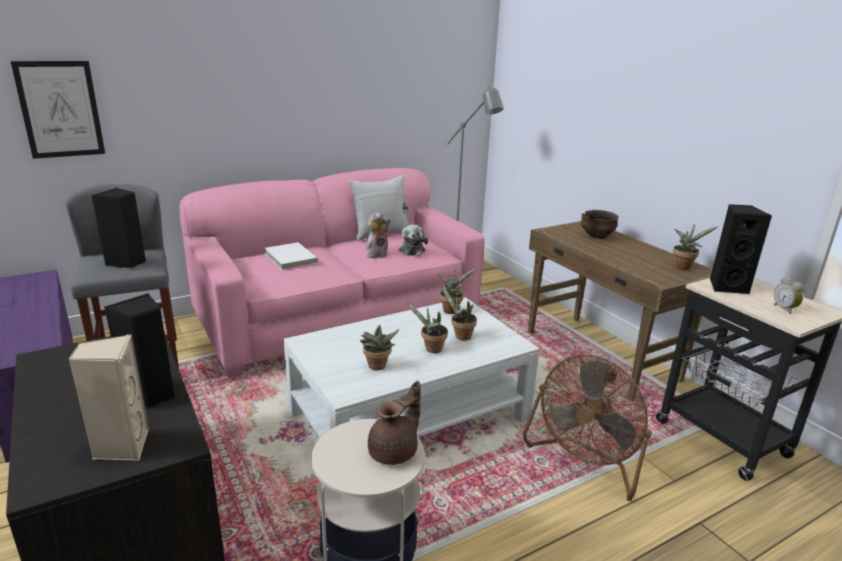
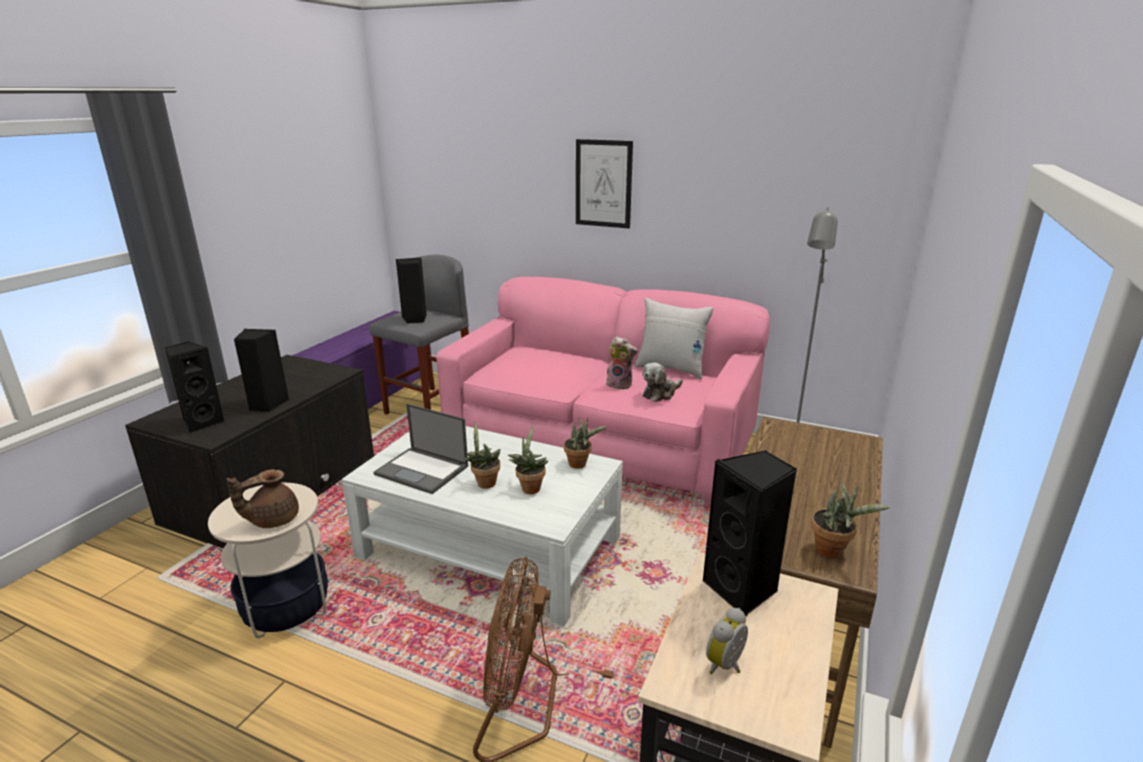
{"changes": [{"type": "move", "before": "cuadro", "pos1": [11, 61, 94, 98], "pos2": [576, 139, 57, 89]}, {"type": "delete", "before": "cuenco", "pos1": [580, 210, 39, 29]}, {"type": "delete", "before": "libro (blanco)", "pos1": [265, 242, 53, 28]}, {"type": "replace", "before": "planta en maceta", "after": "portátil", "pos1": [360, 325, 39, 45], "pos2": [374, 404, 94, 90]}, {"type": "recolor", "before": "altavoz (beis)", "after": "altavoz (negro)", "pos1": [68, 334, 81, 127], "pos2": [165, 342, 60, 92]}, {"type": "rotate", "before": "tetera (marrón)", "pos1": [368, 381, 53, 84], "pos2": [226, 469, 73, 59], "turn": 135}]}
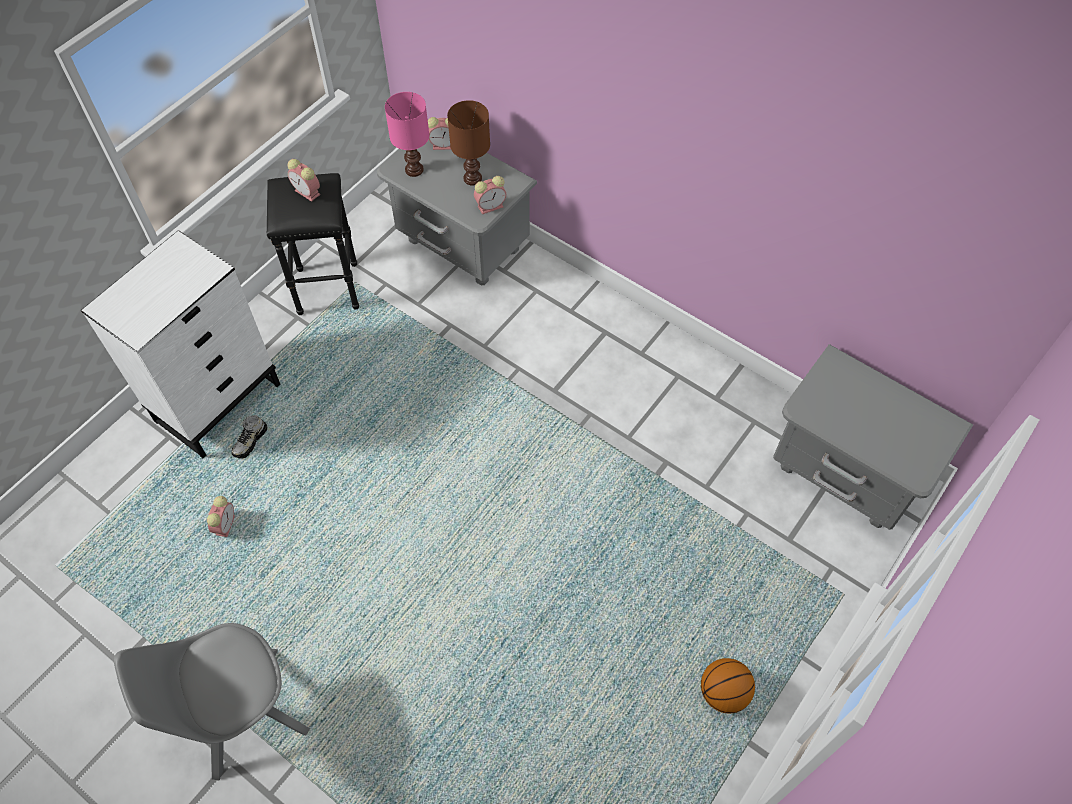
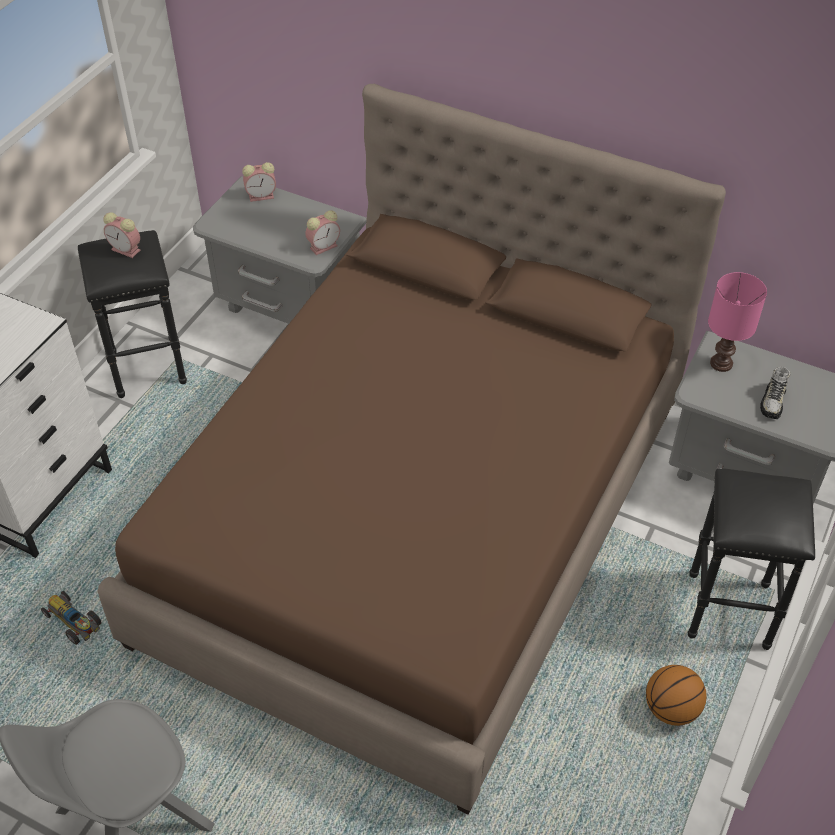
{"changes": [{"type": "move", "before": "lámpara de mesa (rosa)", "pos1": [385, 92, 44, 85], "pos2": [708, 272, 59, 100]}, {"type": "delete", "before": "lámpara de mesa (marrón)", "pos1": [447, 100, 43, 86]}, {"type": "move", "before": "zapato", "pos1": [232, 415, 36, 44], "pos2": [760, 366, 31, 53]}, {"type": "replace", "before": "despertador", "after": "coche de juguete", "pos1": [207, 496, 28, 41], "pos2": [41, 591, 61, 54]}, {"type": "insert", "after": "cama (marrón)", "pos2": [98, 83, 628, 732]}, {"type": "insert", "after": "taburete (negro)", "pos2": [688, 468, 127, 182]}]}
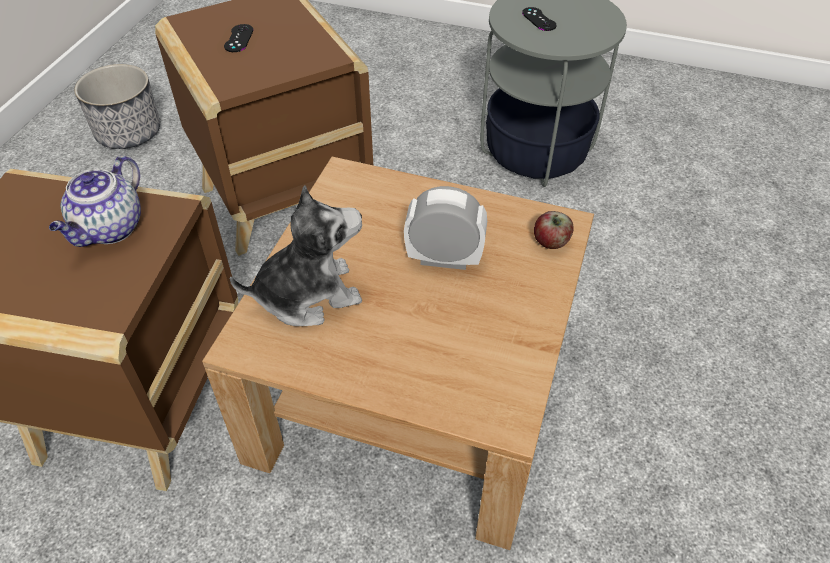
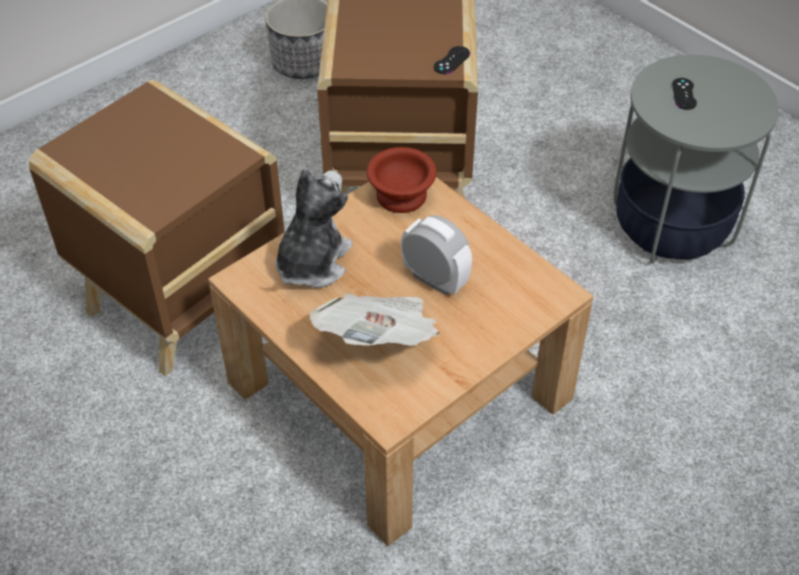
{"changes": [{"type": "move", "before": "mando de consola (negro)", "pos1": [224, 24, 29, 28], "pos2": [434, 46, 36, 28]}, {"type": "delete", "before": "tetera", "pos1": [49, 156, 92, 91]}, {"type": "rotate", "before": "peluche", "pos1": [230, 185, 132, 141], "pos2": [275, 169, 78, 119], "turn": -75}, {"type": "delete", "before": "manzana", "pos1": [534, 211, 40, 38]}, {"type": "insert", "after": "cuenco (marrón)", "pos2": [367, 147, 70, 66]}, {"type": "insert", "after": "periódico", "pos2": [309, 294, 131, 52]}]}
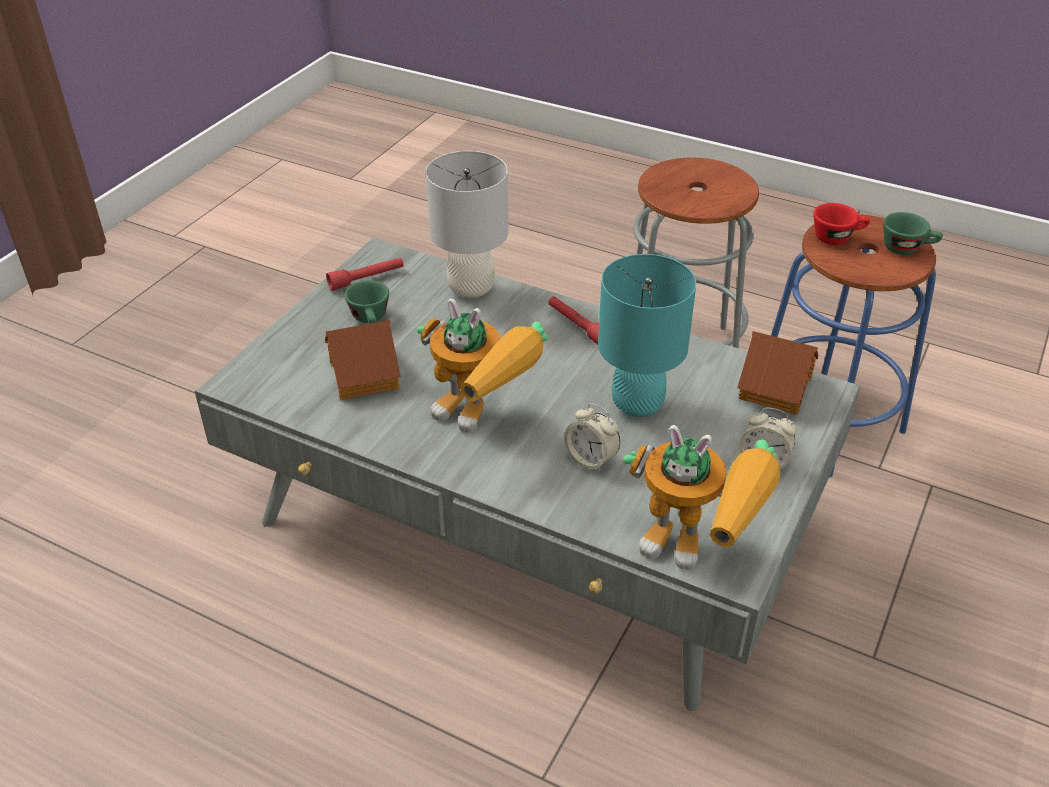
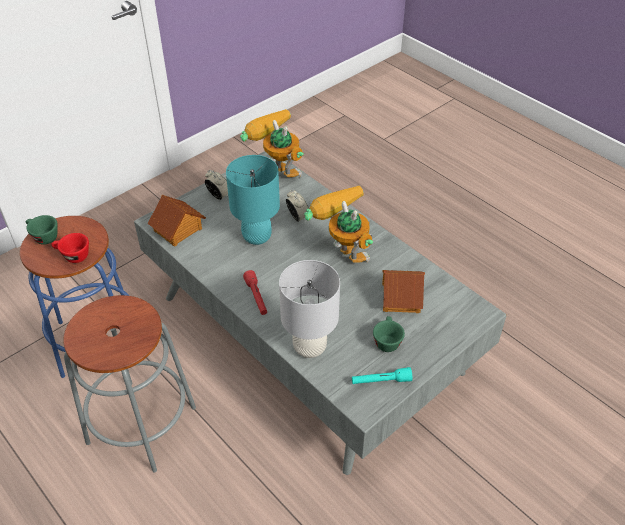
{"changes": [{"type": "recolor", "before": "linterna (rojo)", "after": "linterna (turquesa)", "pos1": [326, 257, 78, 34], "pos2": [352, 367, 60, 17]}]}
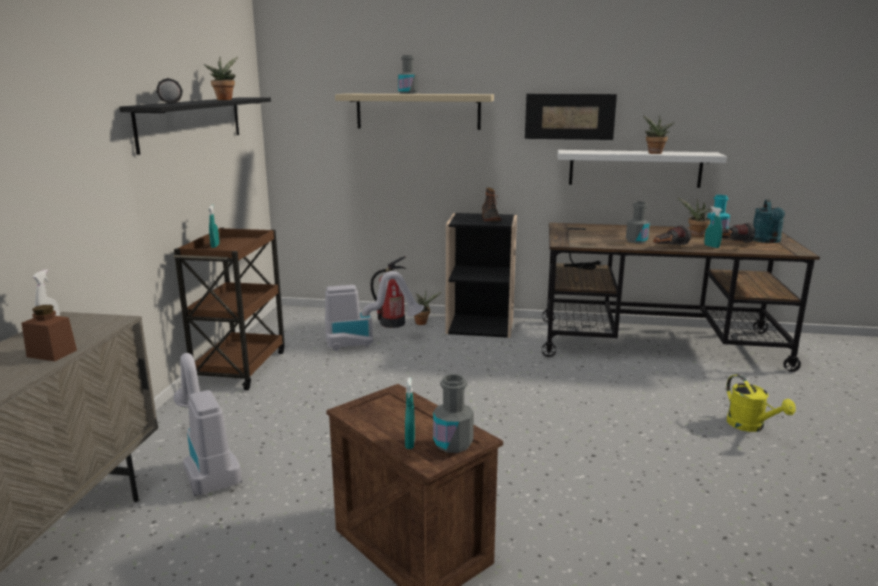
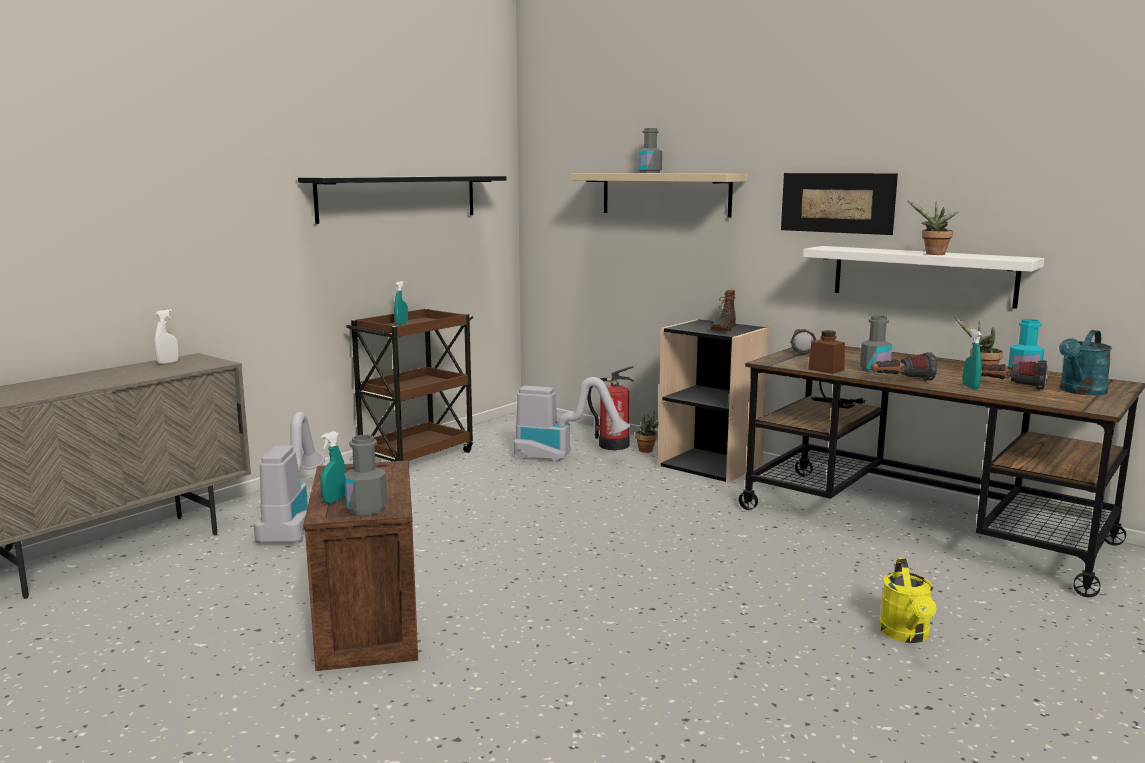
{"changes": [{"type": "delete", "before": "planta en maceta", "pos1": [203, 57, 35, 43]}, {"type": "move", "before": "linterna", "pos1": [156, 78, 27, 26], "pos2": [790, 329, 26, 26]}, {"type": "move", "before": "tarro (marrón)", "pos1": [22, 305, 55, 56], "pos2": [808, 330, 37, 44]}]}
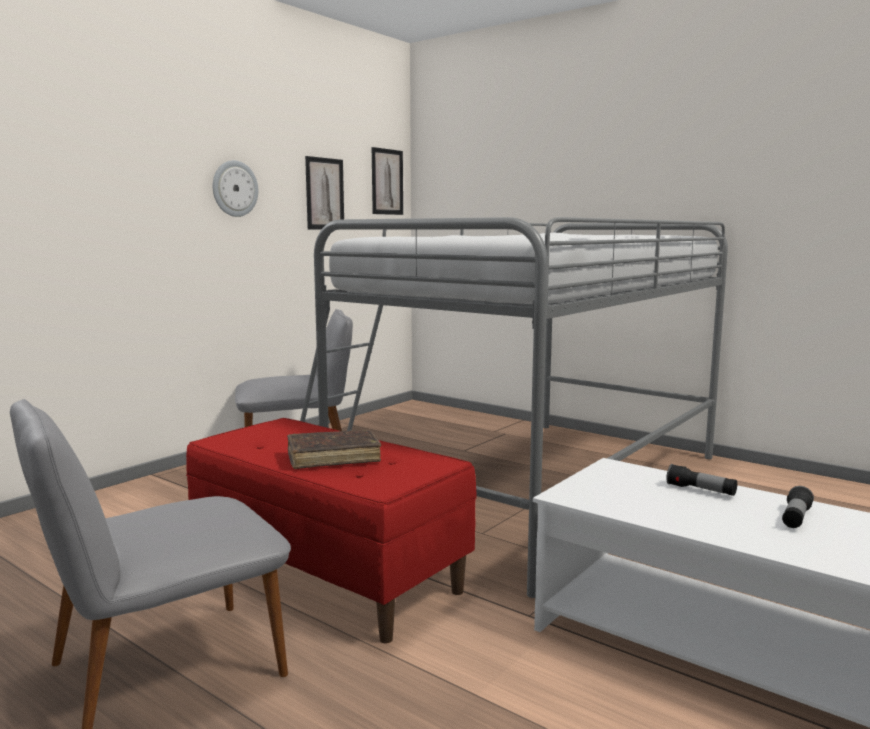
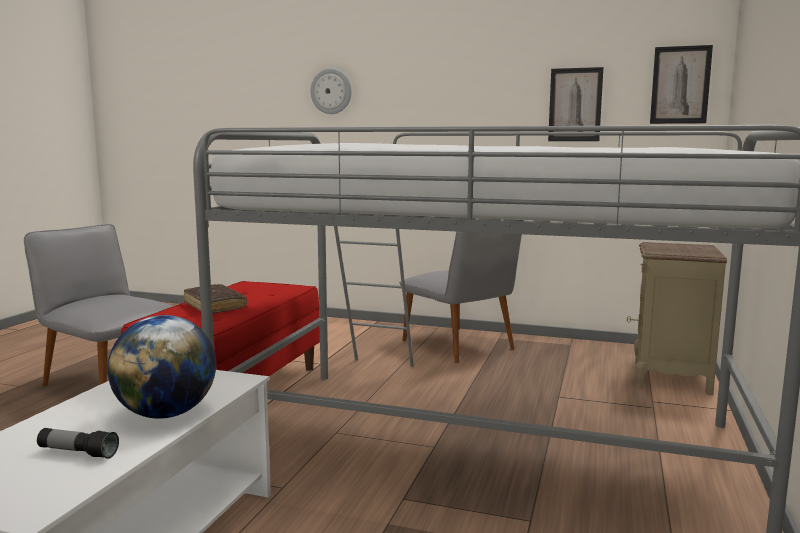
{"changes": [{"type": "move", "before": "reloj de pared", "pos1": [213, 160, 45, 57], "pos2": [311, 68, 40, 46]}, {"type": "replace", "before": "linterna", "after": "globo terráqueo", "pos1": [666, 464, 71, 32], "pos2": [107, 315, 109, 104]}, {"type": "insert", "after": "mesita de noche (beis)", "pos2": [627, 242, 100, 153]}]}
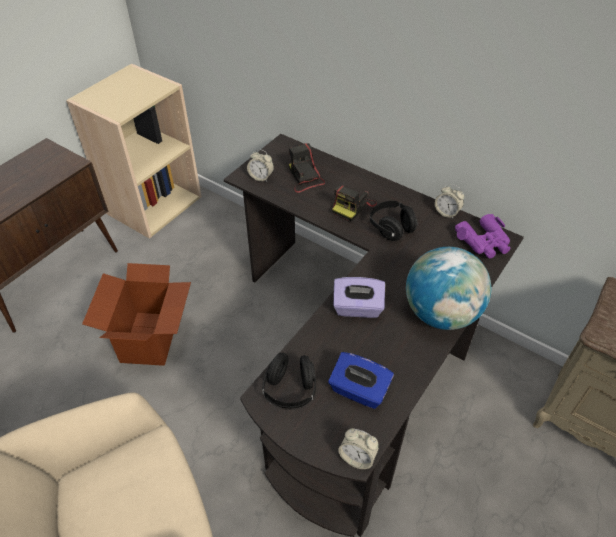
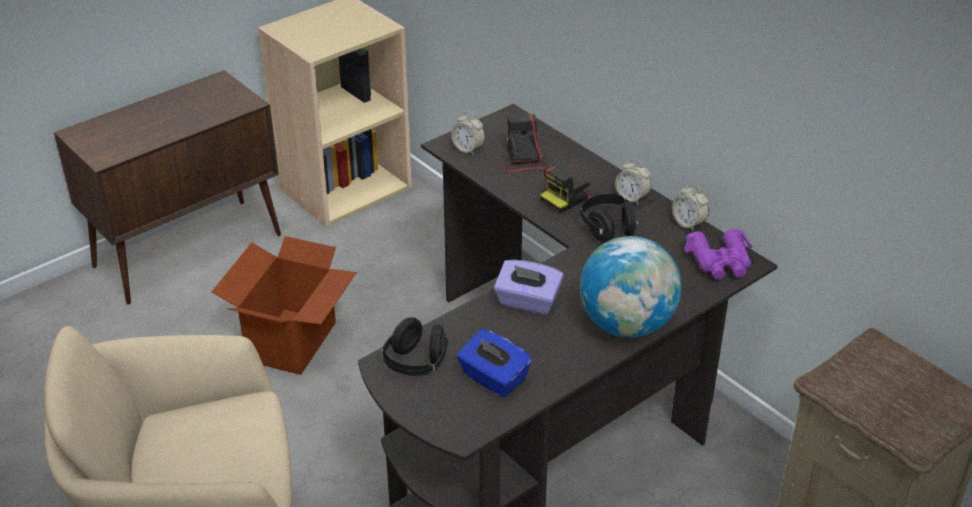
{"changes": [{"type": "move", "before": "despertador", "pos1": [338, 428, 41, 41], "pos2": [615, 159, 37, 46]}]}
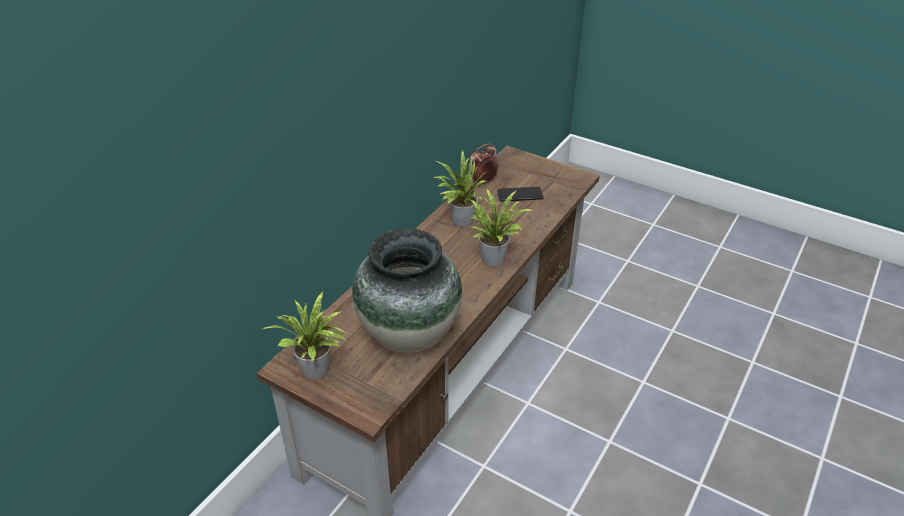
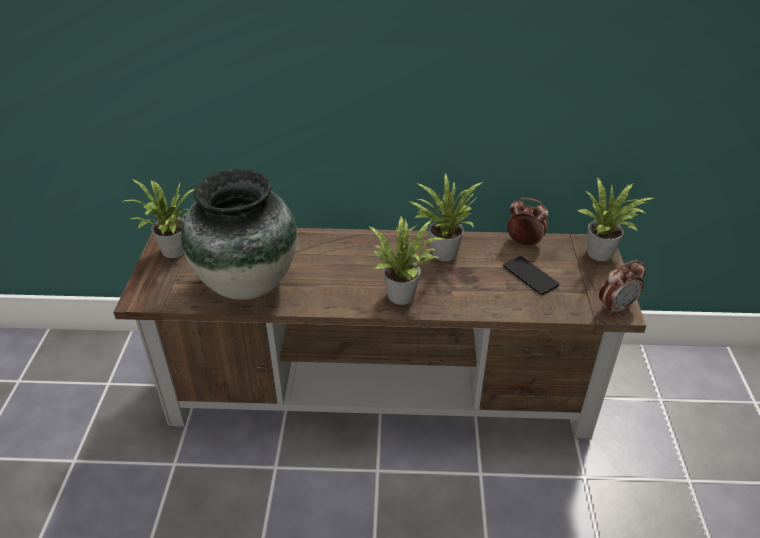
{"changes": [{"type": "insert", "after": "planta en maceta", "pos2": [578, 177, 75, 84]}, {"type": "insert", "after": "despertador", "pos2": [599, 260, 47, 55]}]}
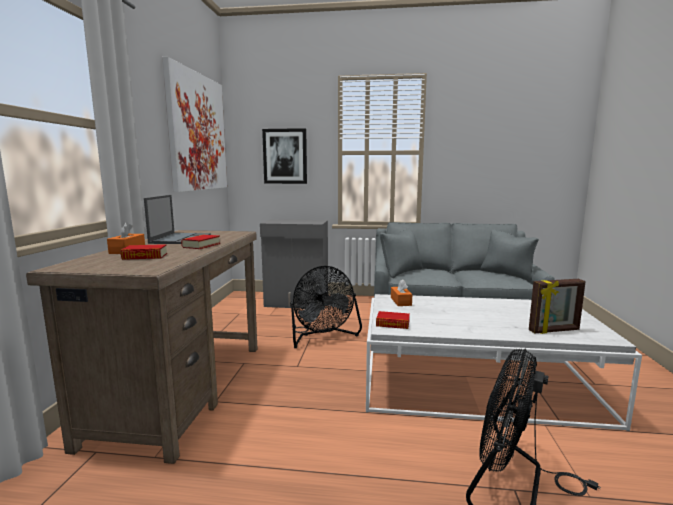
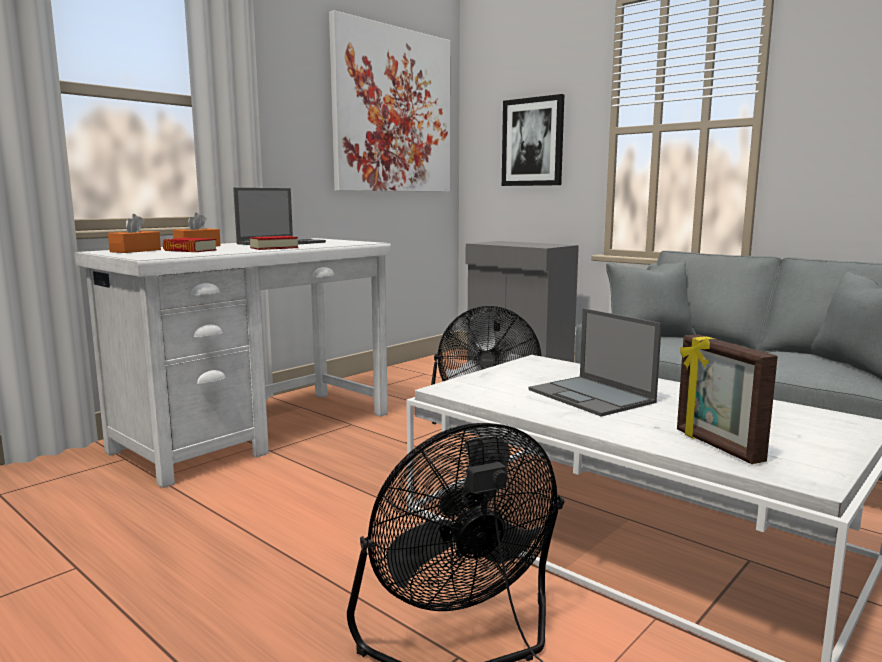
{"changes": [{"type": "recolor", "before": "escritorio (marrón)", "after": "escritorio (blanco)", "pos1": [26, 230, 231, 234], "pos2": [75, 238, 316, 250]}, {"type": "rotate", "before": "portarretratos", "pos1": [529, 279, 57, 55], "pos2": [677, 334, 101, 130], "turn": 45}, {"type": "move", "before": "caja de pañuelos (naranja)", "pos1": [391, 280, 21, 26], "pos2": [108, 214, 53, 39]}, {"type": "delete", "before": "libro", "pos1": [376, 311, 34, 18]}, {"type": "insert", "after": "portátil", "pos2": [529, 308, 133, 109]}]}
